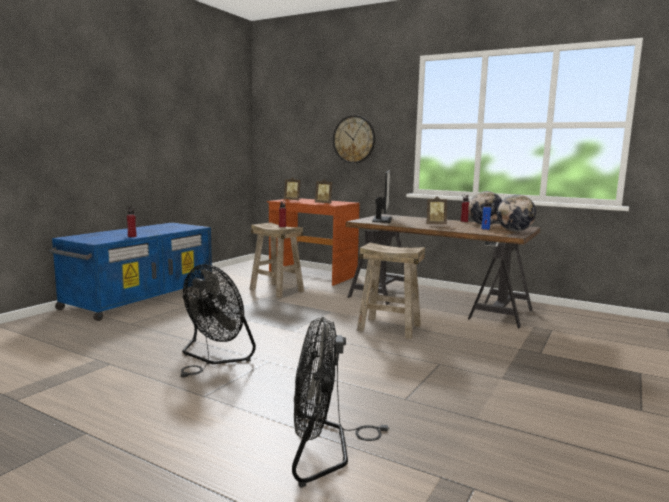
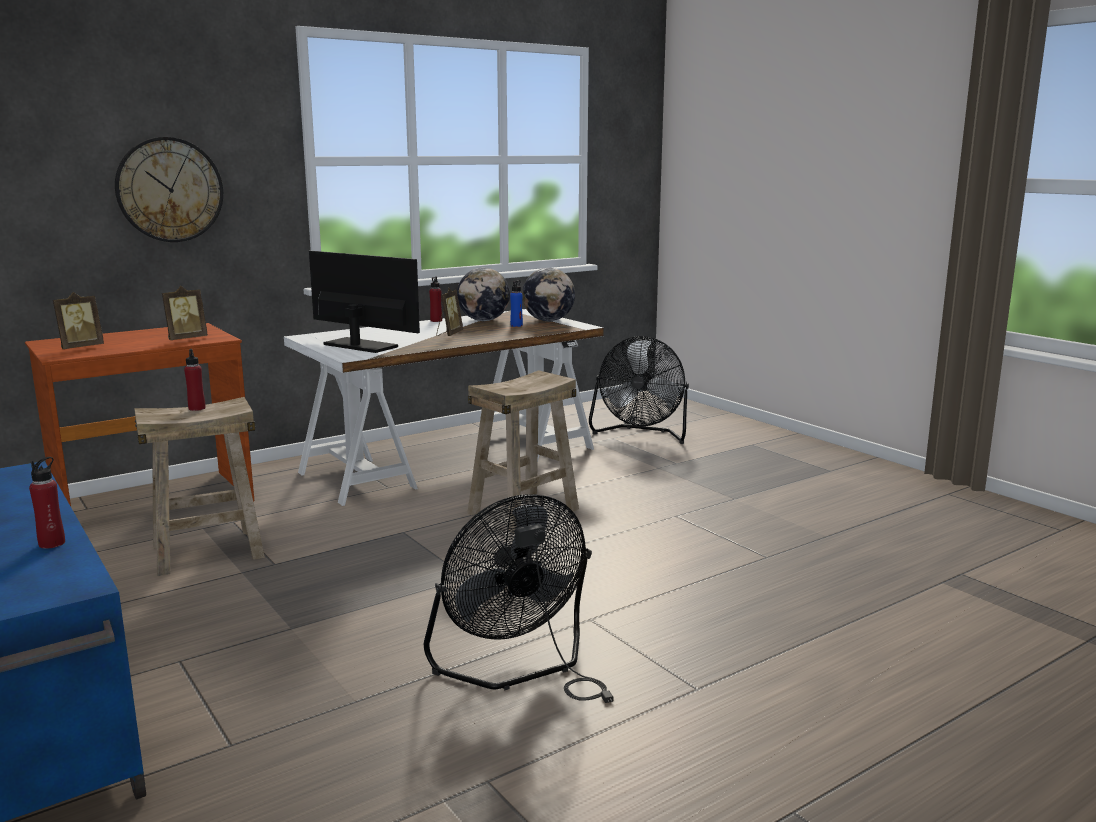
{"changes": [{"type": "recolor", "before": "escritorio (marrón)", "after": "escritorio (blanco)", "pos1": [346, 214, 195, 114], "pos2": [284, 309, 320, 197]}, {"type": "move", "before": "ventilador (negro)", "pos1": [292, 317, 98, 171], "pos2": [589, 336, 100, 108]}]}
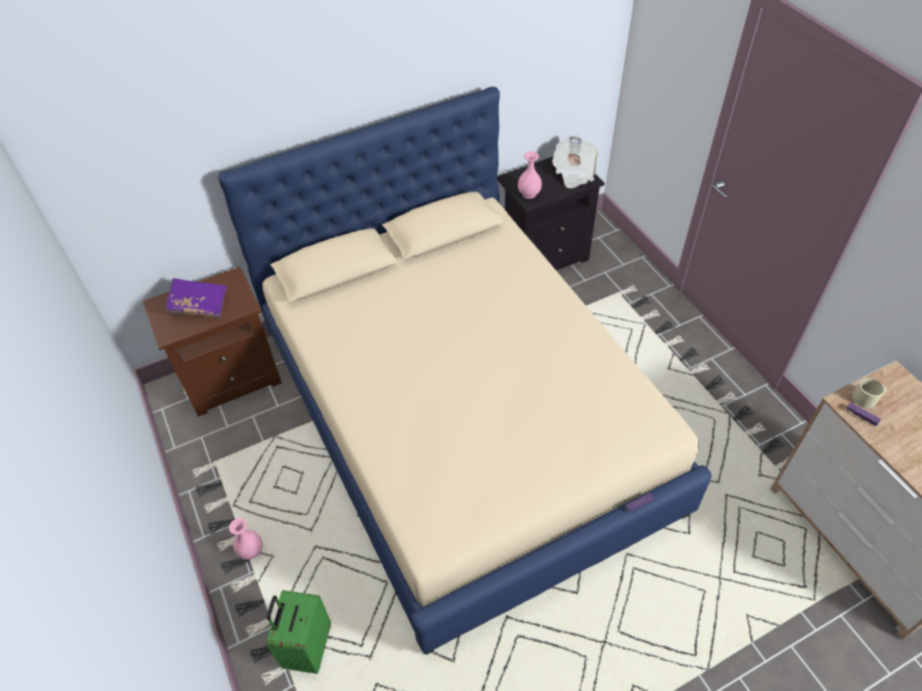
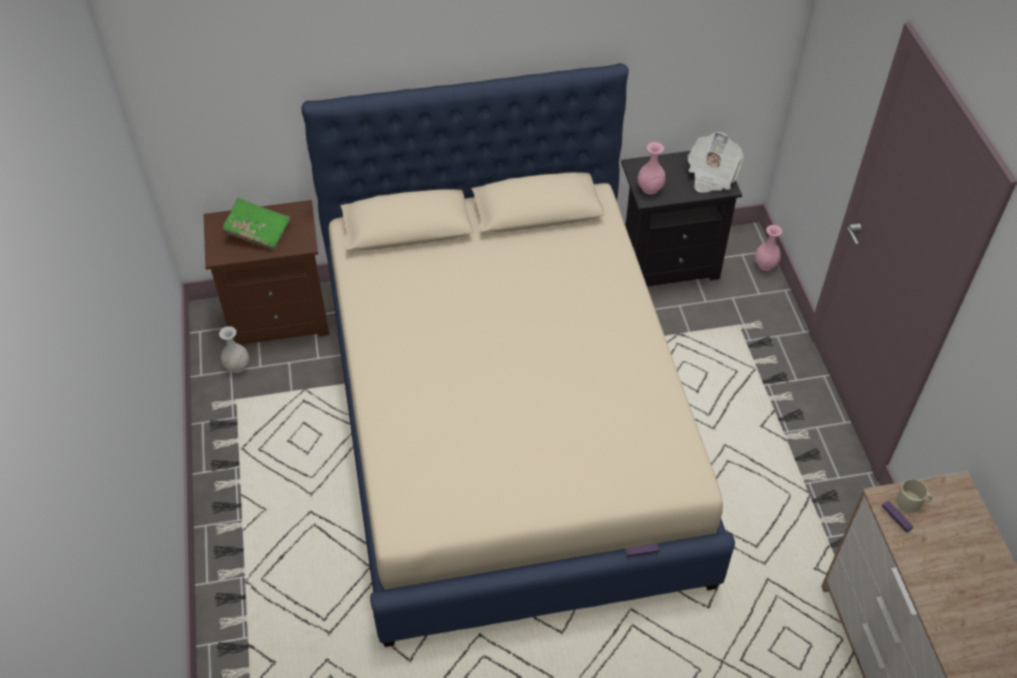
{"changes": [{"type": "recolor", "before": "libro (morado)", "after": "libro (verde)", "pos1": [166, 278, 61, 40], "pos2": [223, 198, 67, 52]}, {"type": "move", "before": "florero (rosa)", "pos1": [229, 518, 34, 42], "pos2": [755, 225, 27, 46]}, {"type": "delete", "before": "maleta (verde)", "pos1": [266, 590, 65, 84]}, {"type": "insert", "after": "florero (blanco)", "pos2": [219, 326, 30, 47]}]}
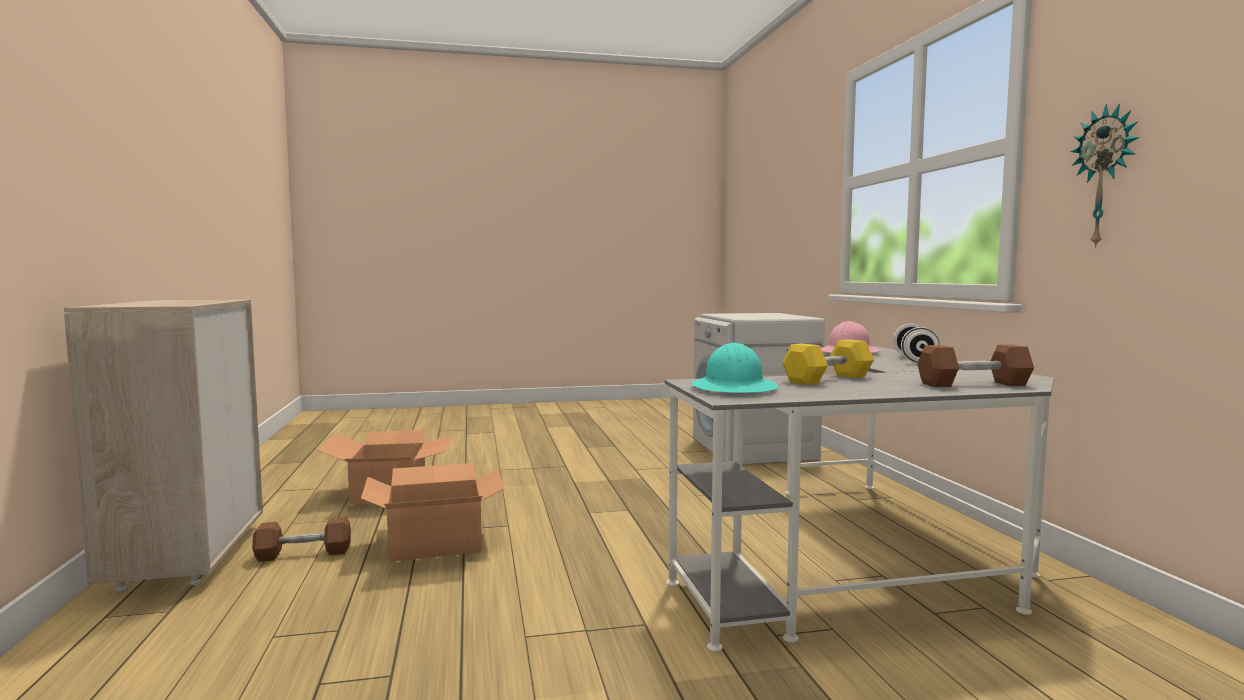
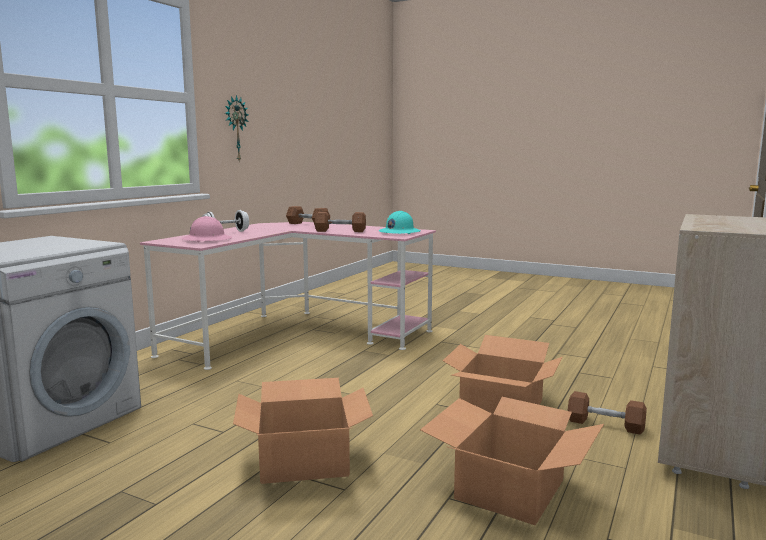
{"changes": [{"type": "recolor", "before": "mancuerna (amarillo)", "after": "mancuerna (marrón)", "pos1": [782, 339, 92, 46], "pos2": [315, 212, 51, 20]}, {"type": "recolor", "before": "escritorio (gris)", "after": "escritorio (rosa)", "pos1": [664, 346, 390, 306], "pos2": [140, 222, 296, 148]}, {"type": "insert", "after": "caja de cartón", "pos2": [233, 378, 140, 106]}]}
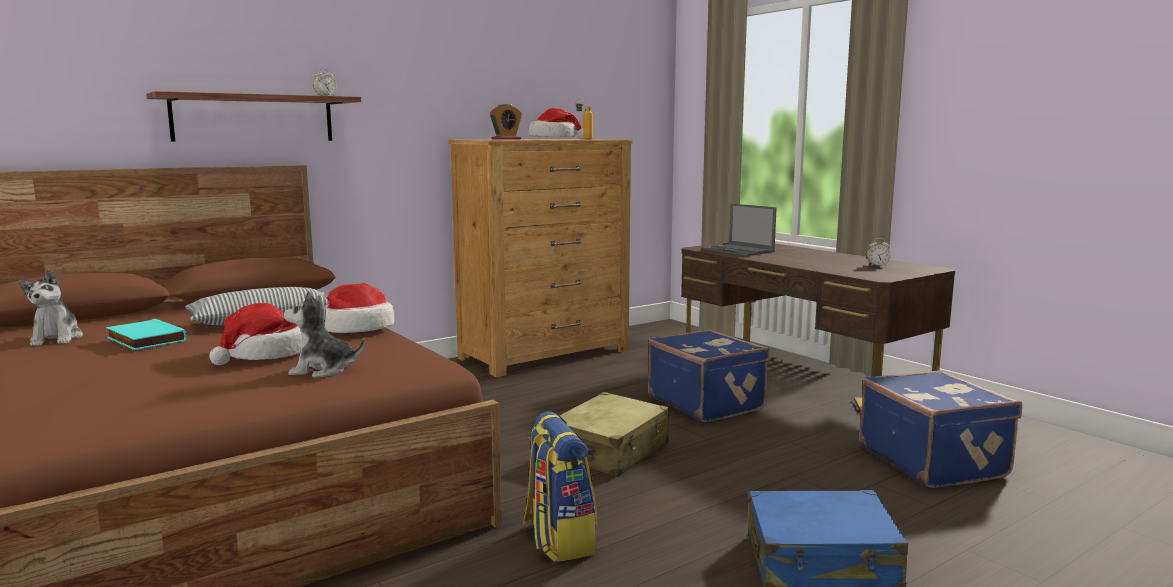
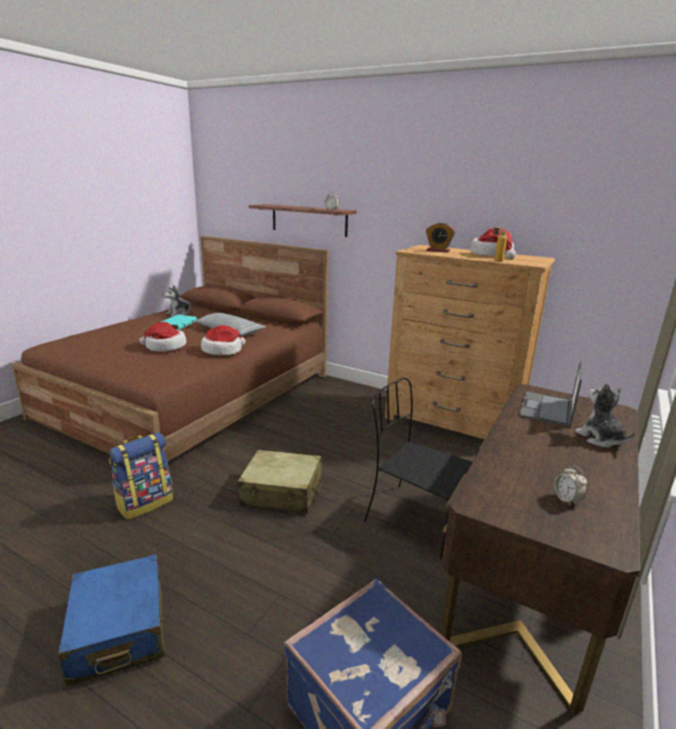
{"changes": [{"type": "move", "before": "peluche", "pos1": [284, 291, 81, 87], "pos2": [575, 383, 60, 65]}, {"type": "replace", "before": "maleta (azul)", "after": "silla (negro)", "pos1": [648, 329, 122, 93], "pos2": [364, 377, 108, 182]}]}
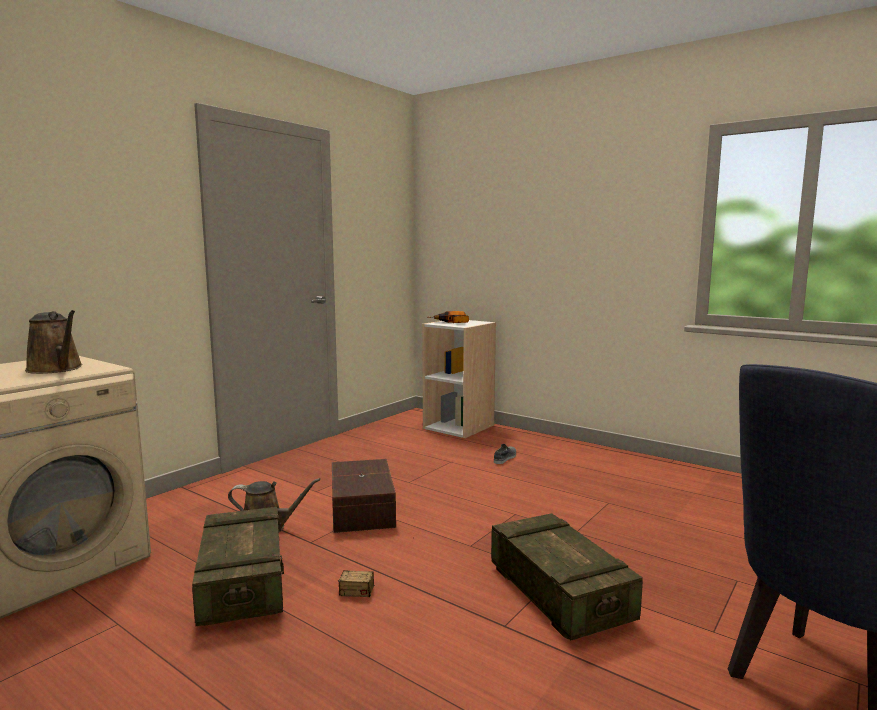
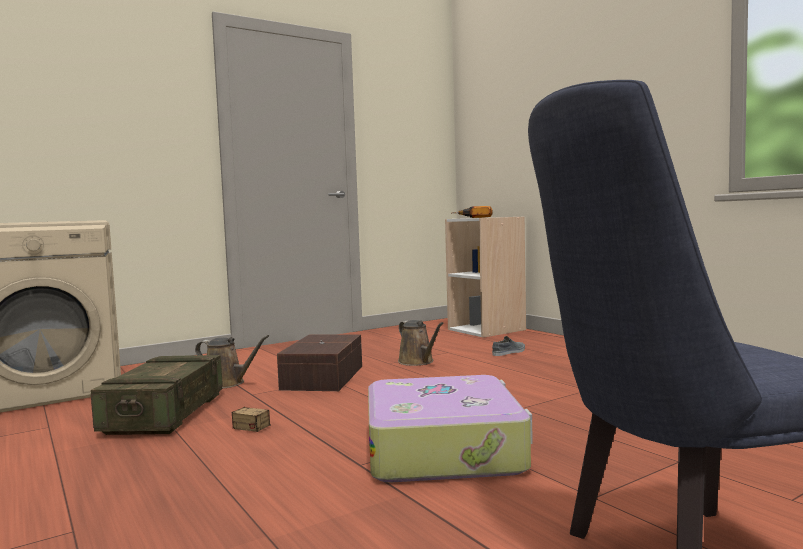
{"changes": [{"type": "move", "before": "regadera (marrón)", "pos1": [25, 310, 58, 64], "pos2": [398, 320, 46, 46]}, {"type": "replace", "before": "caja de embalaje", "after": "maleta", "pos1": [491, 513, 152, 127], "pos2": [368, 375, 165, 107]}]}
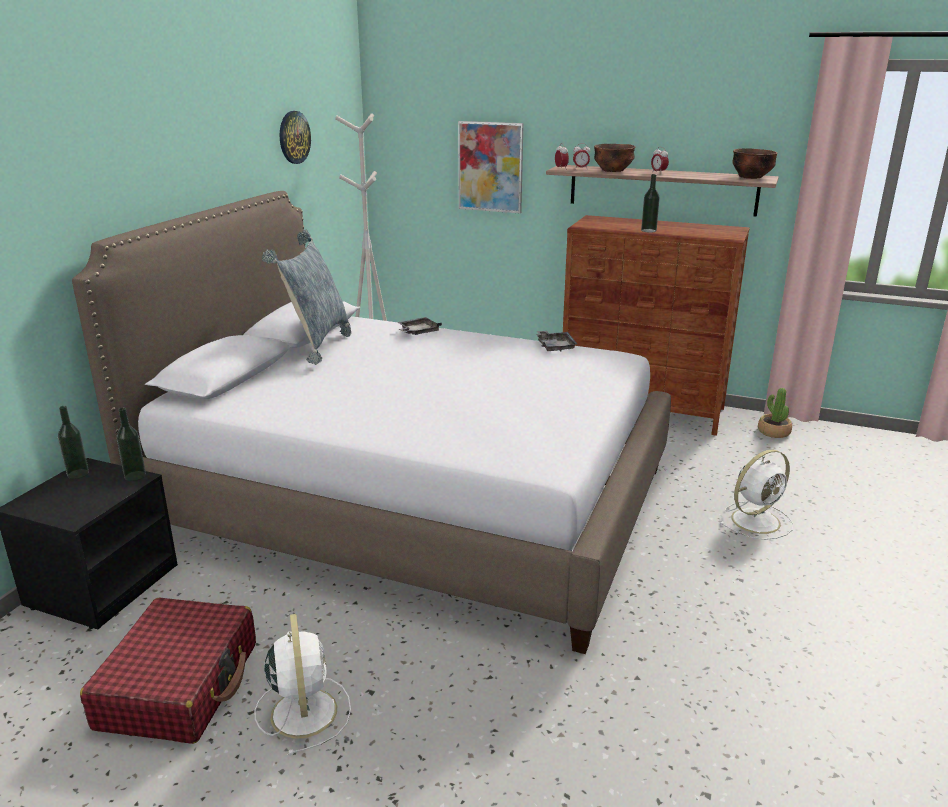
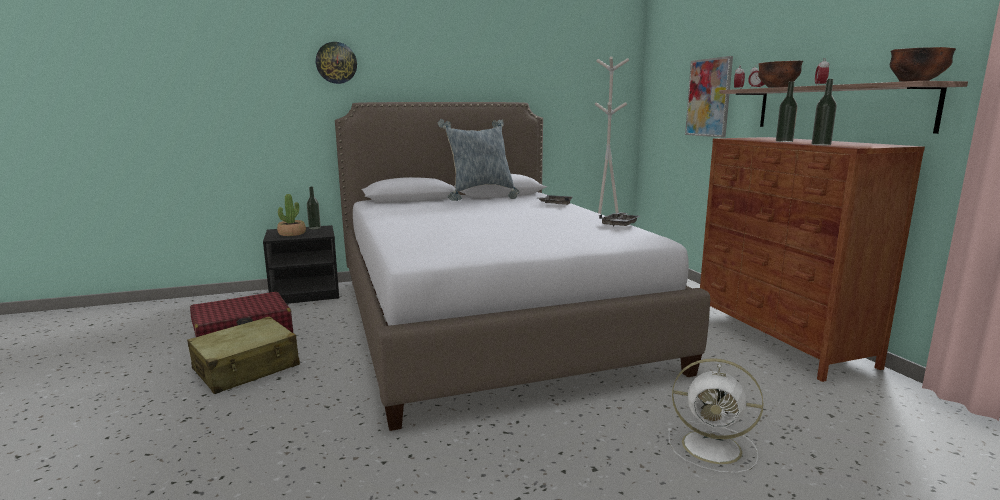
{"changes": [{"type": "move", "before": "reloj de pared", "pos1": [280, 111, 31, 53], "pos2": [316, 42, 41, 42]}, {"type": "move", "before": "planta en maceta", "pos1": [758, 388, 34, 50], "pos2": [277, 194, 29, 42]}, {"type": "move", "before": "botella", "pos1": [116, 407, 30, 74], "pos2": [812, 79, 25, 66]}, {"type": "replace", "before": "ventilador (blanco)", "after": "maleta (beis)", "pos1": [254, 614, 97, 141], "pos2": [187, 316, 113, 78]}]}
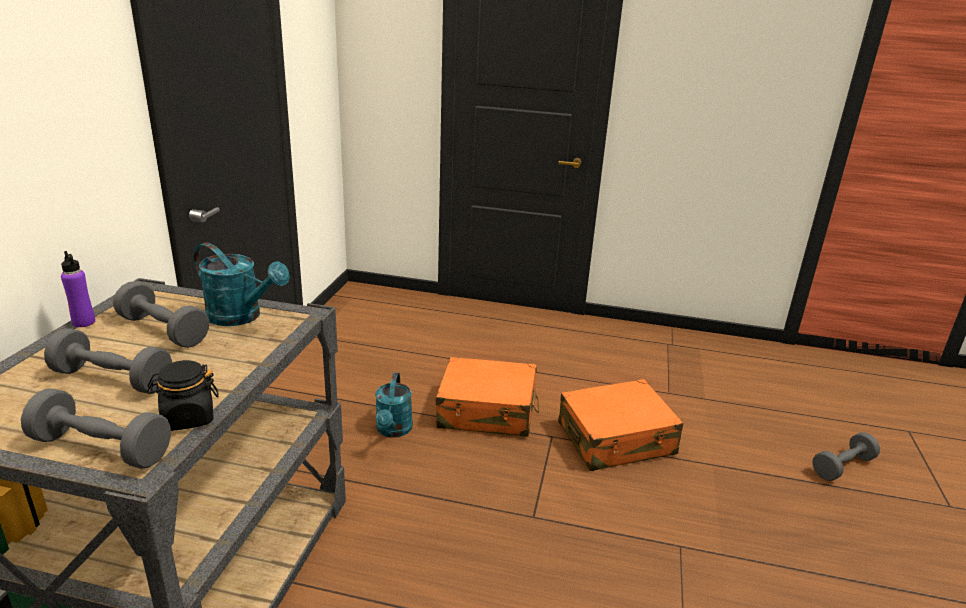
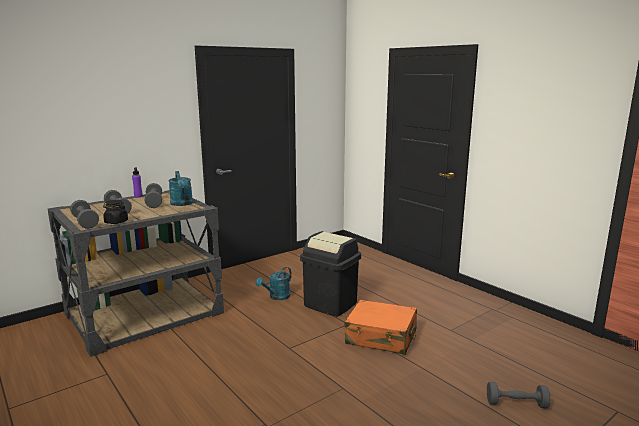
{"changes": [{"type": "replace", "before": "maleta (naranja)", "after": "papelera (negro)", "pos1": [436, 357, 103, 80], "pos2": [300, 231, 61, 86]}]}
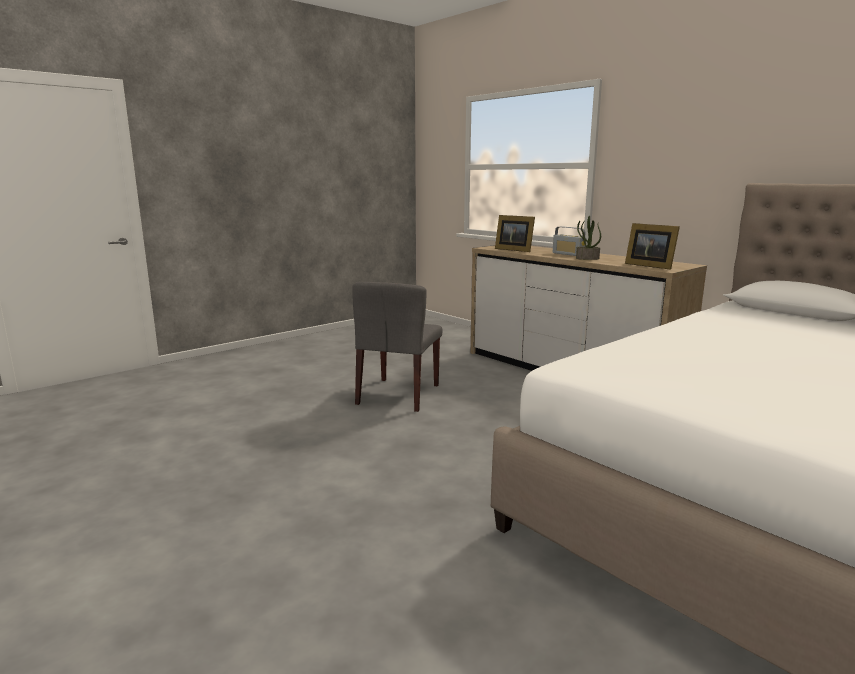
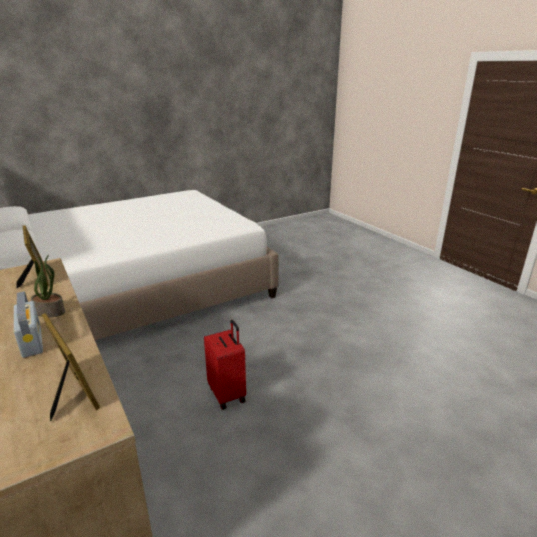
{"changes": [{"type": "delete", "before": "silla (gris)", "pos1": [352, 282, 90, 130]}, {"type": "insert", "after": "maleta (rojo)", "pos2": [204, 320, 42, 90]}]}
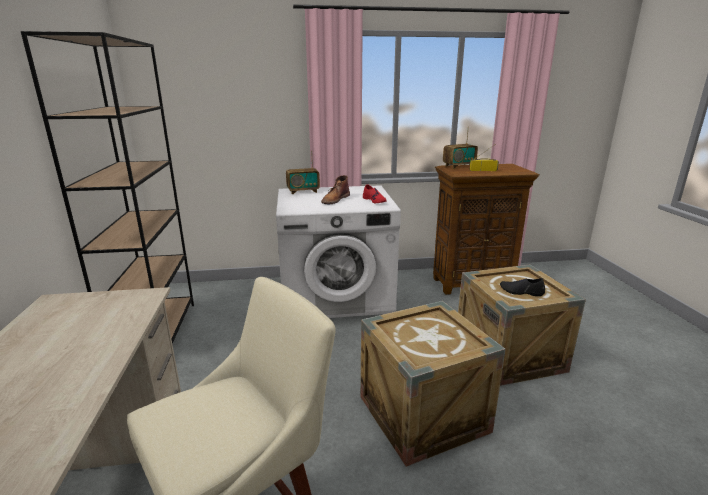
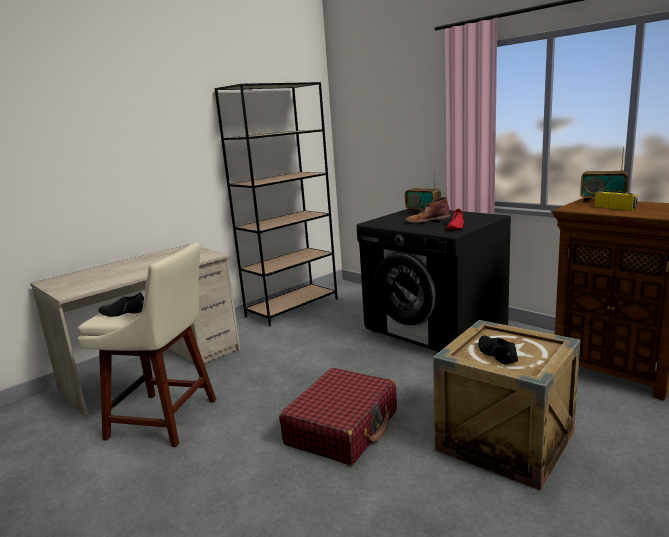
{"changes": [{"type": "recolor", "before": "lavadora (blanco)", "after": "lavadora (negro)", "pos1": [276, 185, 125, 133], "pos2": [357, 209, 154, 143]}, {"type": "replace", "before": "caja de embalaje", "after": "maleta (rojo)", "pos1": [361, 301, 145, 166], "pos2": [279, 368, 118, 97]}, {"type": "insert", "after": "zapato (negro)", "pos2": [98, 293, 46, 24]}]}
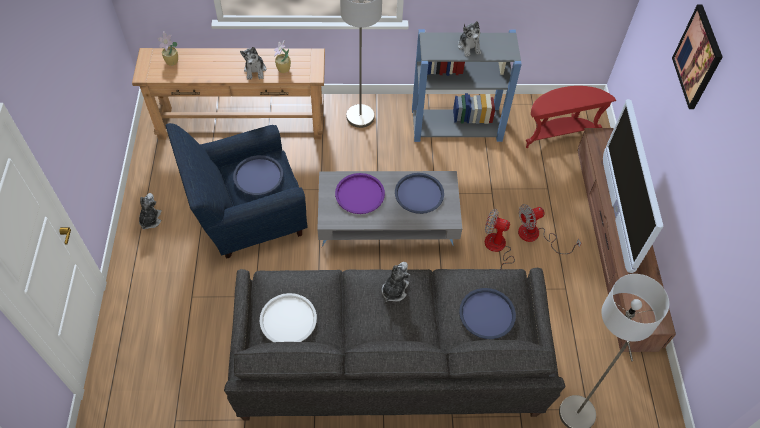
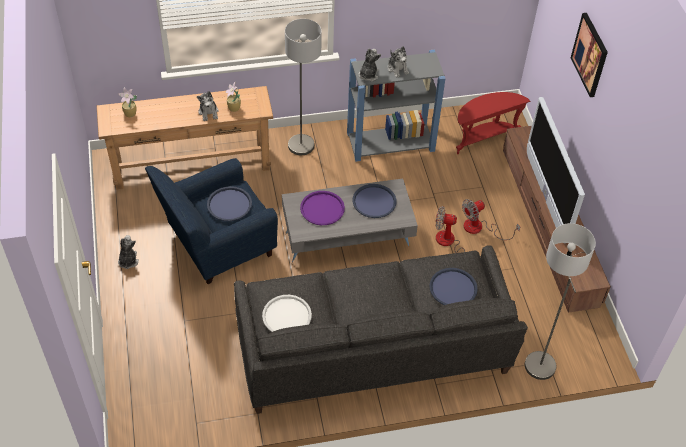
{"changes": [{"type": "move", "before": "peluche", "pos1": [382, 262, 29, 40], "pos2": [359, 48, 22, 34]}]}
